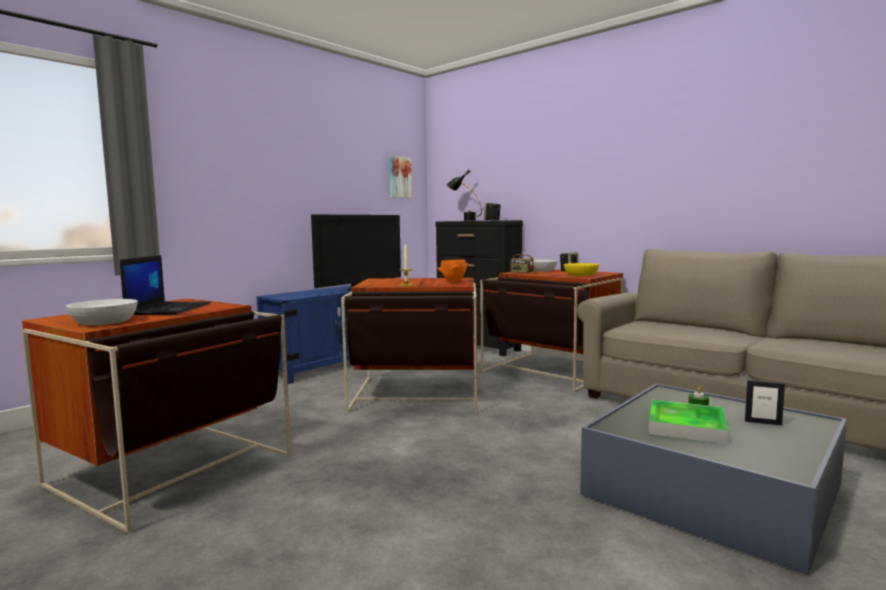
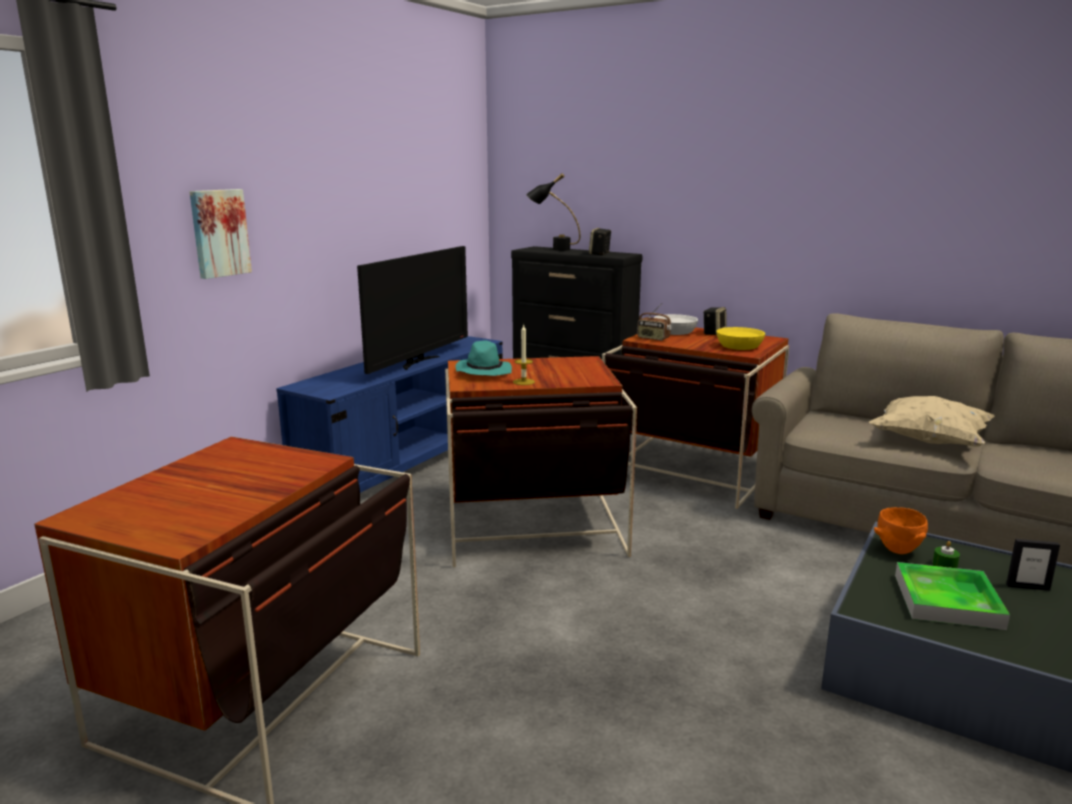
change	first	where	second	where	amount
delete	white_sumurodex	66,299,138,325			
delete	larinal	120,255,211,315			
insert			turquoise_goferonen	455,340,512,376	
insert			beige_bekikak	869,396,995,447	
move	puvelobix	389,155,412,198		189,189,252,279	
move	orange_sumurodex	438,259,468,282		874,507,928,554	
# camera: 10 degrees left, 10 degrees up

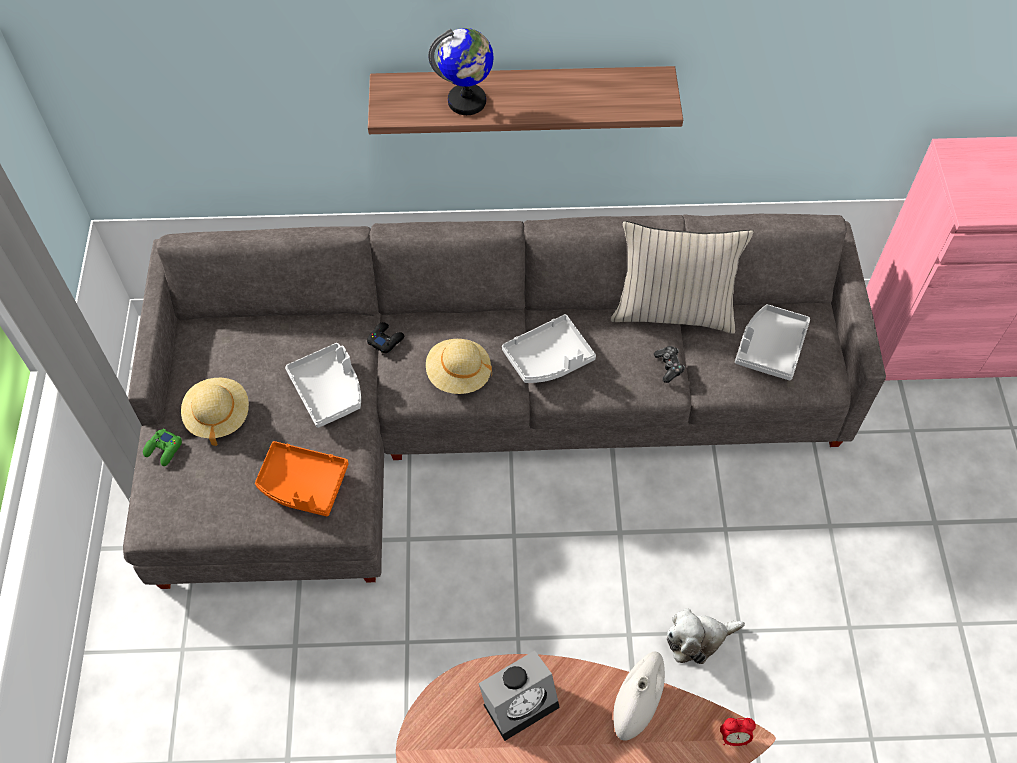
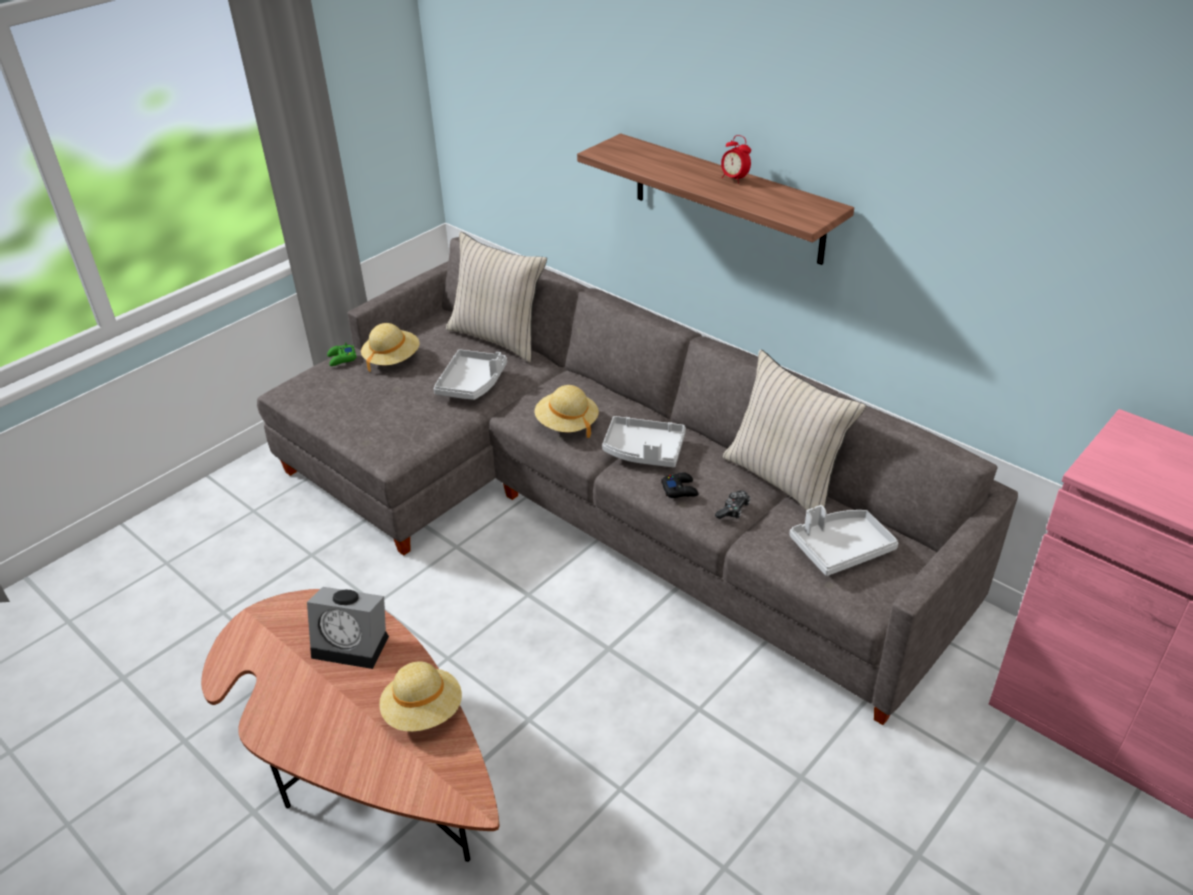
change	first	where	second	where	amount
delete	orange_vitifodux	255,441,349,516			
delete	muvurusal	428,28,494,115			
delete	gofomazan	667,609,745,664			
insert			beige_bekikak	446,232,547,362	
move	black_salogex	367,322,404,354		661,472,698,498	
move	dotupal	720,718,756,746		721,135,751,184	
replace	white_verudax	613,651,665,741	beige_goferonen	379,661,462,731	
# camera: 45 degrees right, 20 degrees down

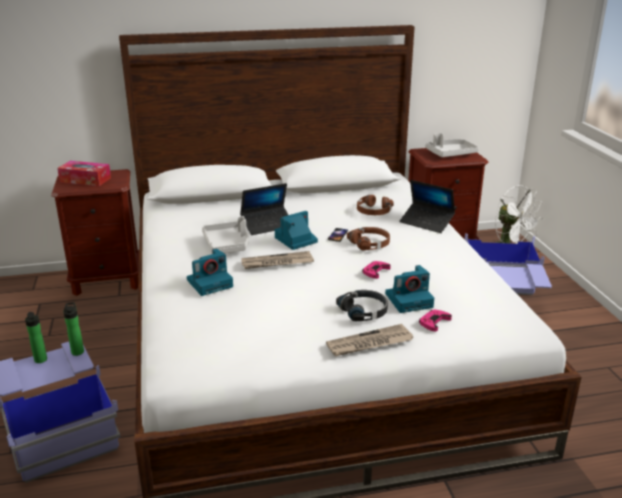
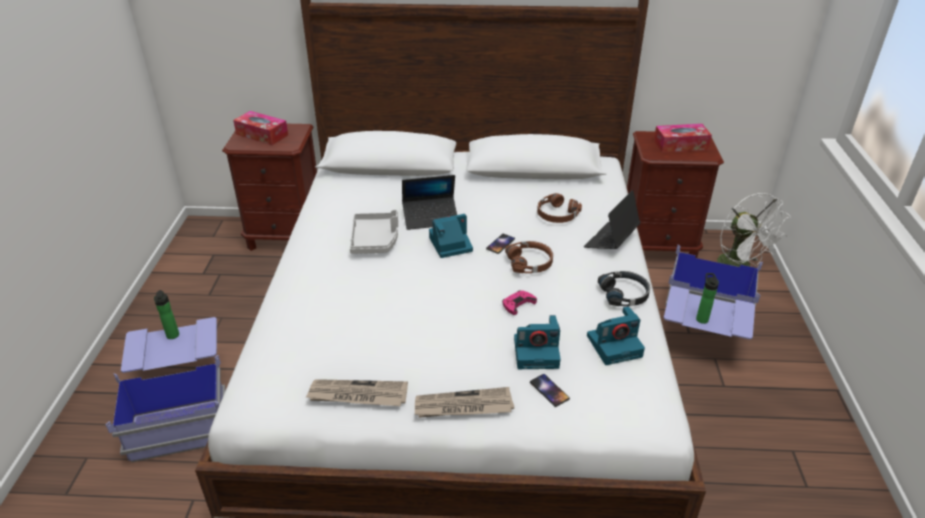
change	first	where	second	where	amount
move	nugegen	63,302,84,356		696,273,719,324	
move	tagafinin	187,248,233,296		587,306,645,365	
move	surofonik	241,251,314,269		306,379,408,406	
move	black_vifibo	336,290,388,321		598,271,650,306	
replace	pink_salogex	419,309,452,332	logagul	530,374,570,407	
replace	grey_vitifodux	425,133,479,157	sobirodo	654,124,712,152	
rotate	larinal	399,180,455,233		584,190,641,249	75 degrees clockwise
# camera: 15 degrees right, 10 degrees up

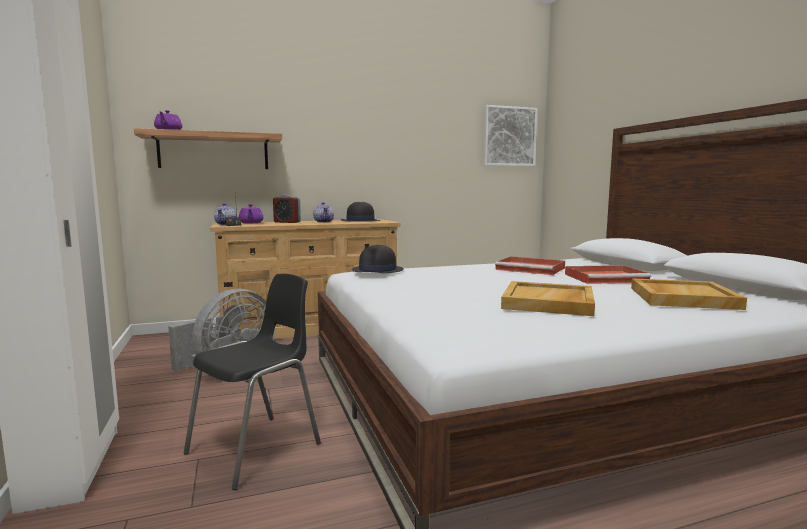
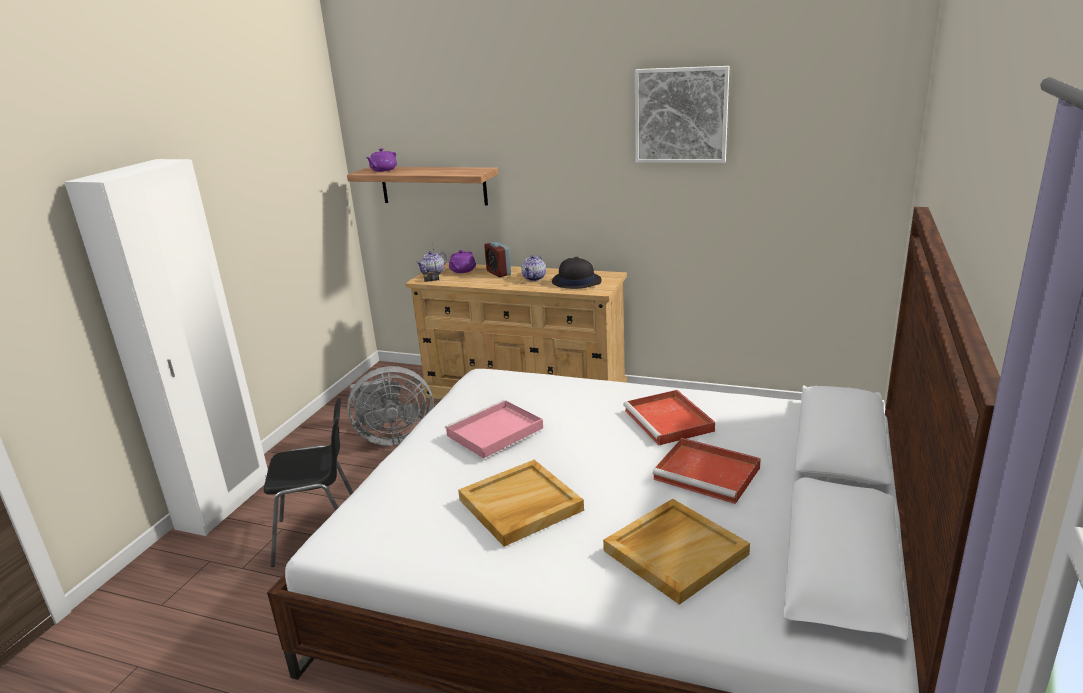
change	first	where	second	where	amount
delete	black_goferonen	352,245,404,273			
insert			pink_vitifodux	445,400,543,458	
move	puvelobix	483,105,538,166		635,66,729,163	
# camera: 40 degrees right, 15 degrees up

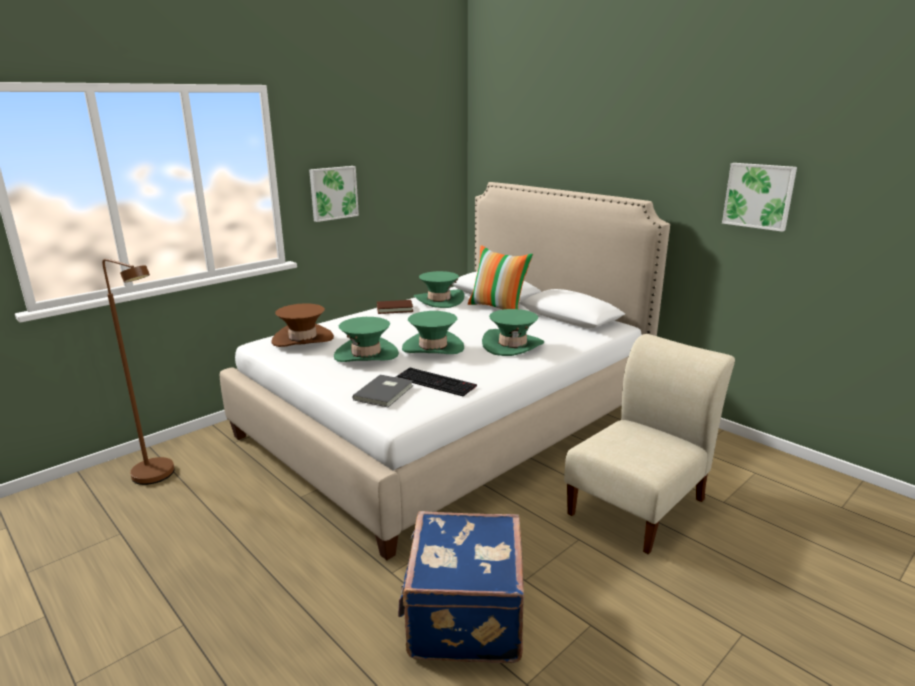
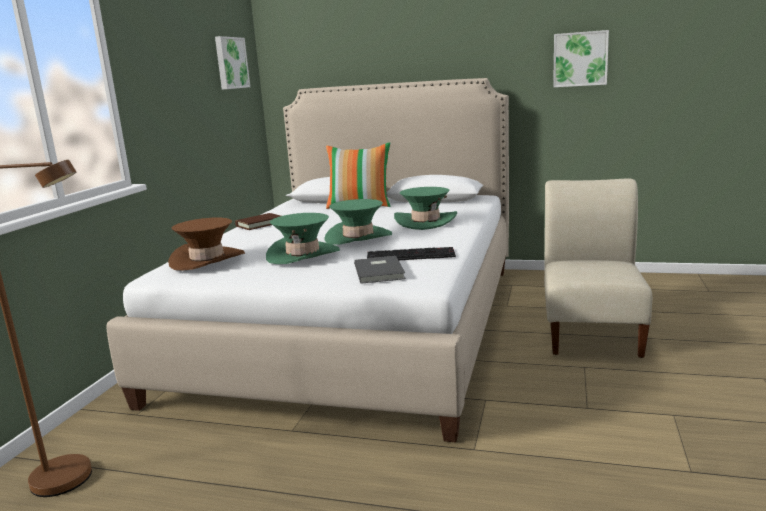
change	first	where	second	where	amount
delete	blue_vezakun	398,511,524,663			
delete	green_goferonen	414,271,464,308			
move	puvelobix	309,166,359,222		215,36,250,90	
# camera: 30 degrees left, 5 degrees down

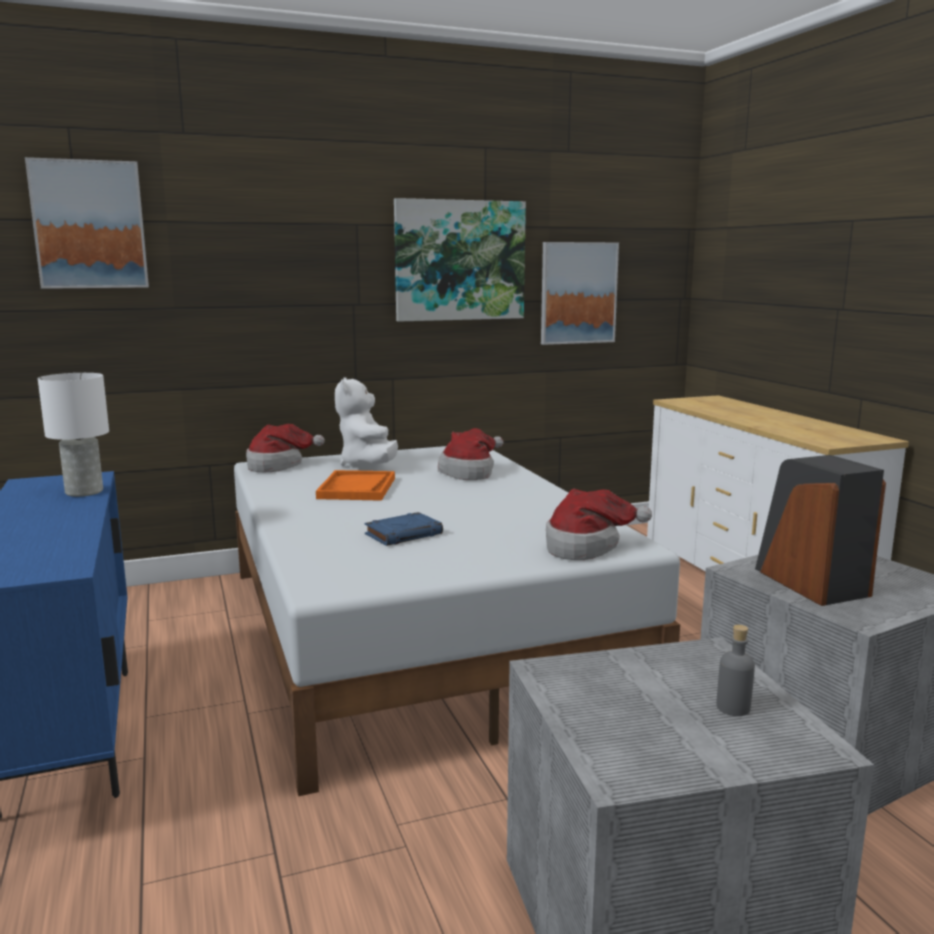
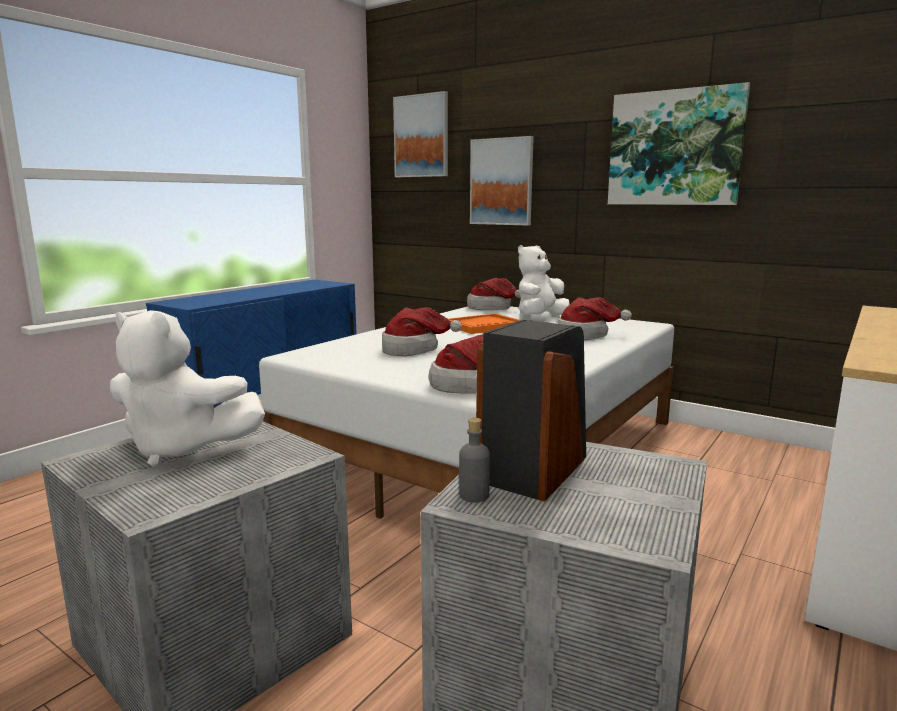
change	first	where	second	where	amount
delete	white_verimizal	38,373,109,497			
insert			white_gofomazan	110,310,265,468	
move	puvelobix	541,242,619,345		470,136,534,225	
move	grey_nugegen	716,625,755,716		459,418,490,502	
replace	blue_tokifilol	364,512,443,546	goferonen	382,307,462,356	
# camera: 55 degrees right, 0 degrees up

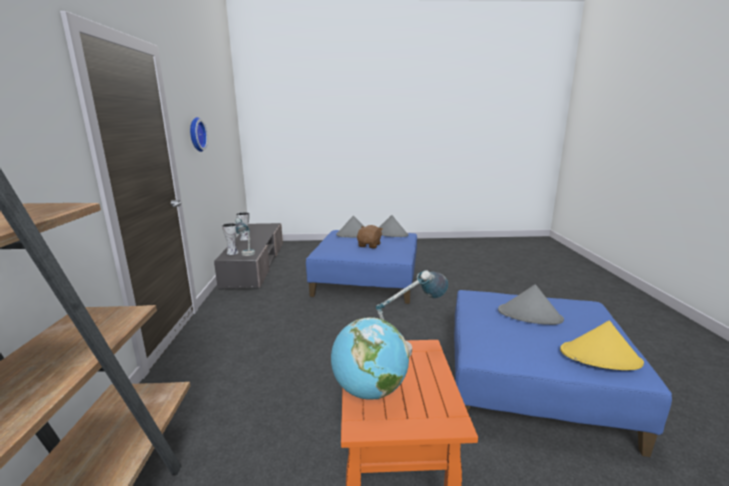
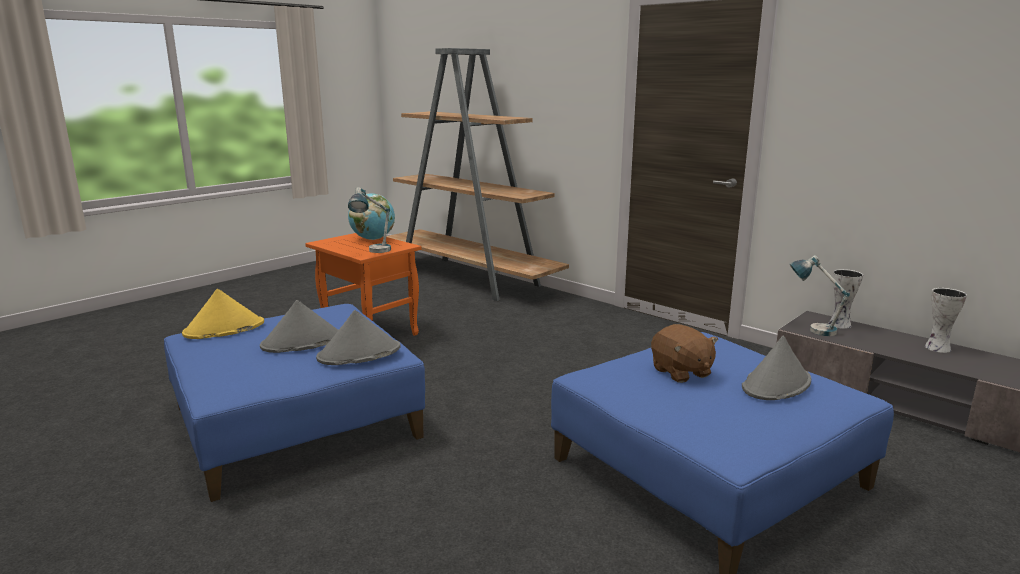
change	first	where	second	where	amount
delete	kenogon	190,117,208,152			
move	grey_goferonen	378,215,409,237		316,310,401,365	
# camera: 135 degrees right, 0 degrees up

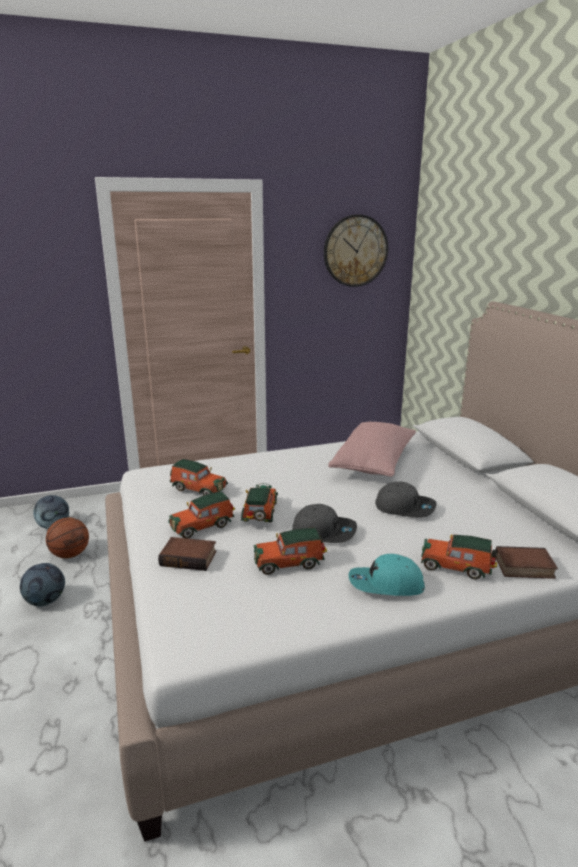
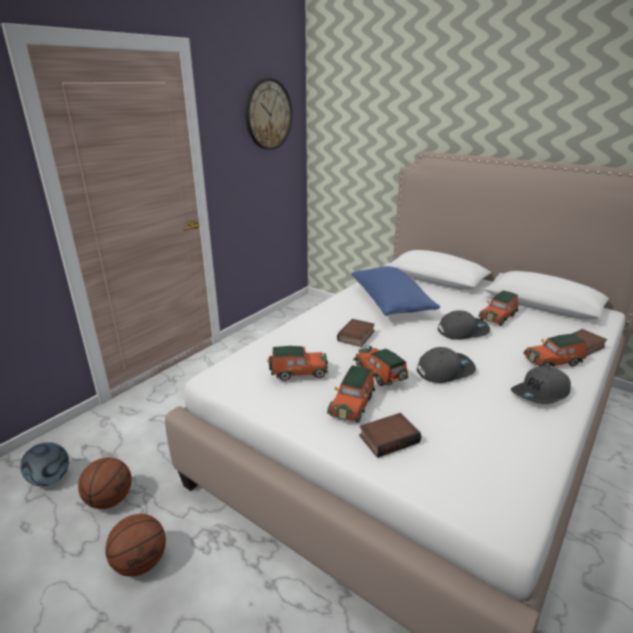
change	first	where	second	where	amount
insert			tokifilol	337,319,375,347	
move	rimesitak	254,527,327,575		478,291,518,326	
replace	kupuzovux	20,563,65,607	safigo	105,514,166,577	
recolor	pink_bekikak	328,422,416,477	blue_bekikak	351,266,440,316	
recolor	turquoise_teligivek	349,554,425,596	grey_teligivek	511,366,571,404	
# camera: 35 degrees left, 5 degrees up

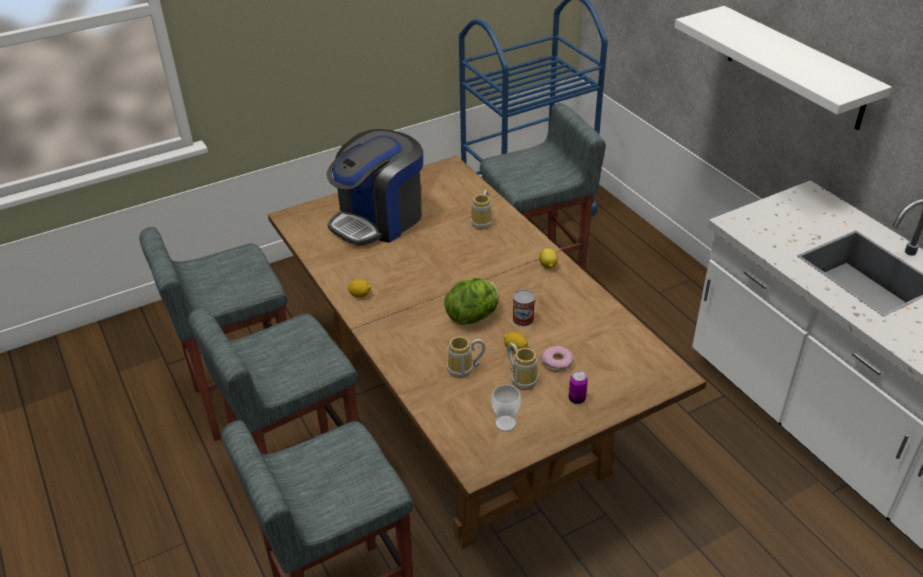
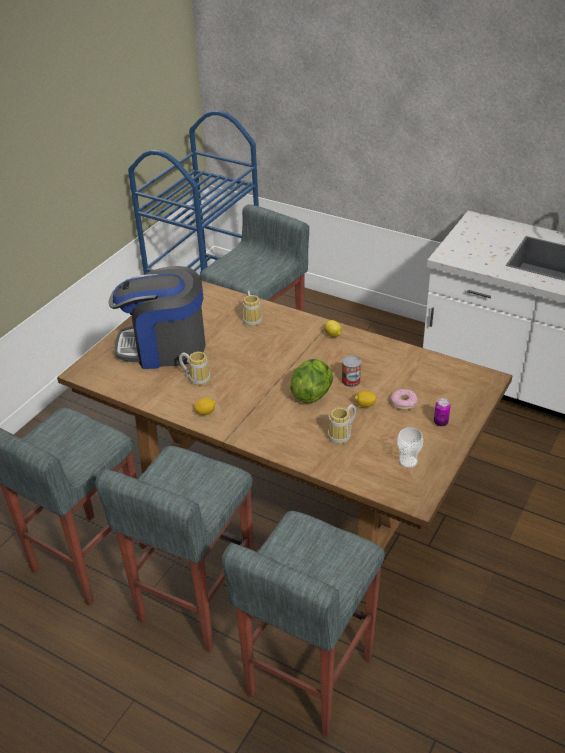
change	first	where	second	where	amount
delete	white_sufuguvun	675,6,892,130			
move	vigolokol	507,343,538,390		179,352,211,386	
rotate	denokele	326,129,423,246		109,266,206,369	75 degrees clockwise
# camera: 30 degrees left, 0 degrees up

